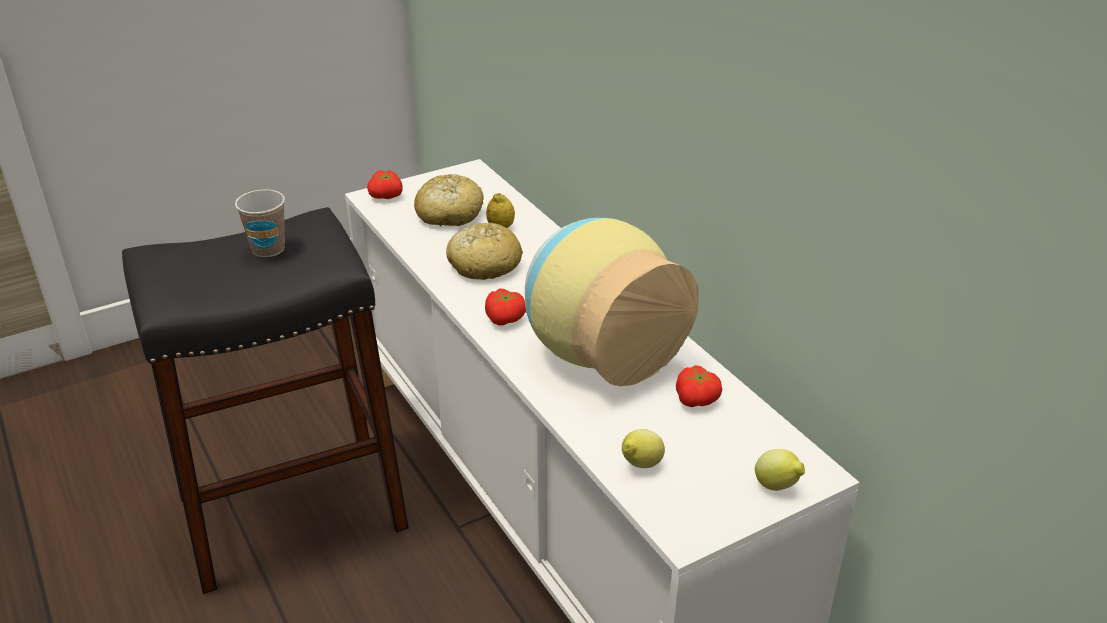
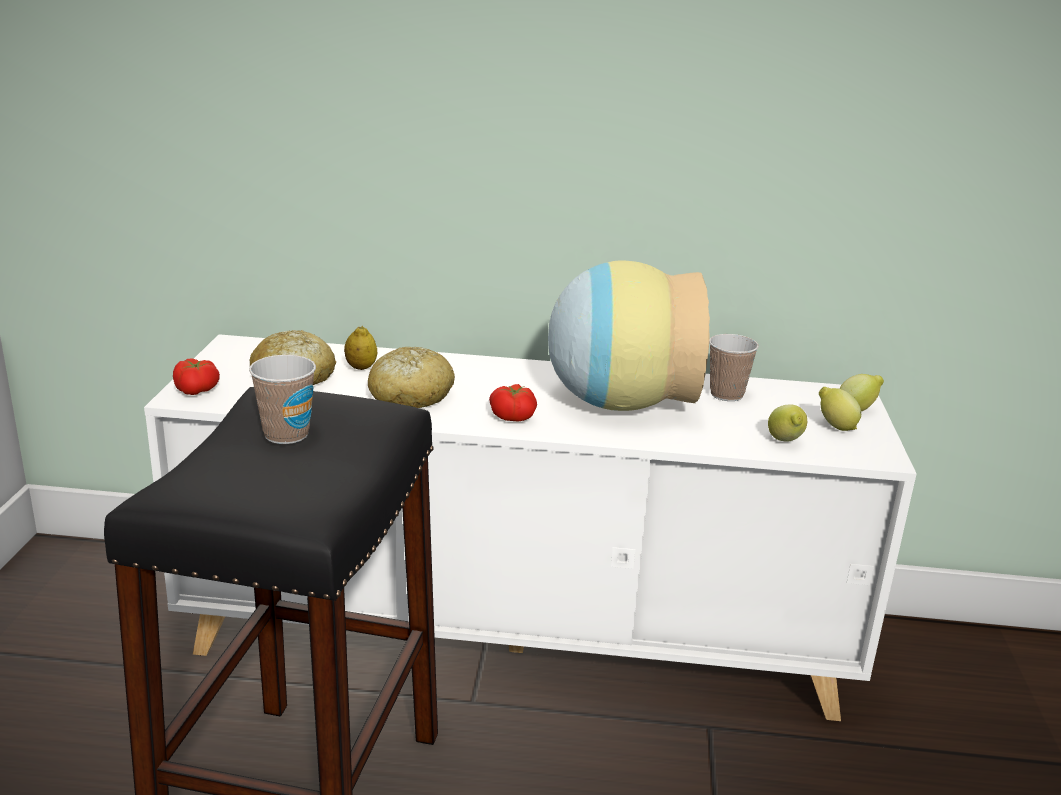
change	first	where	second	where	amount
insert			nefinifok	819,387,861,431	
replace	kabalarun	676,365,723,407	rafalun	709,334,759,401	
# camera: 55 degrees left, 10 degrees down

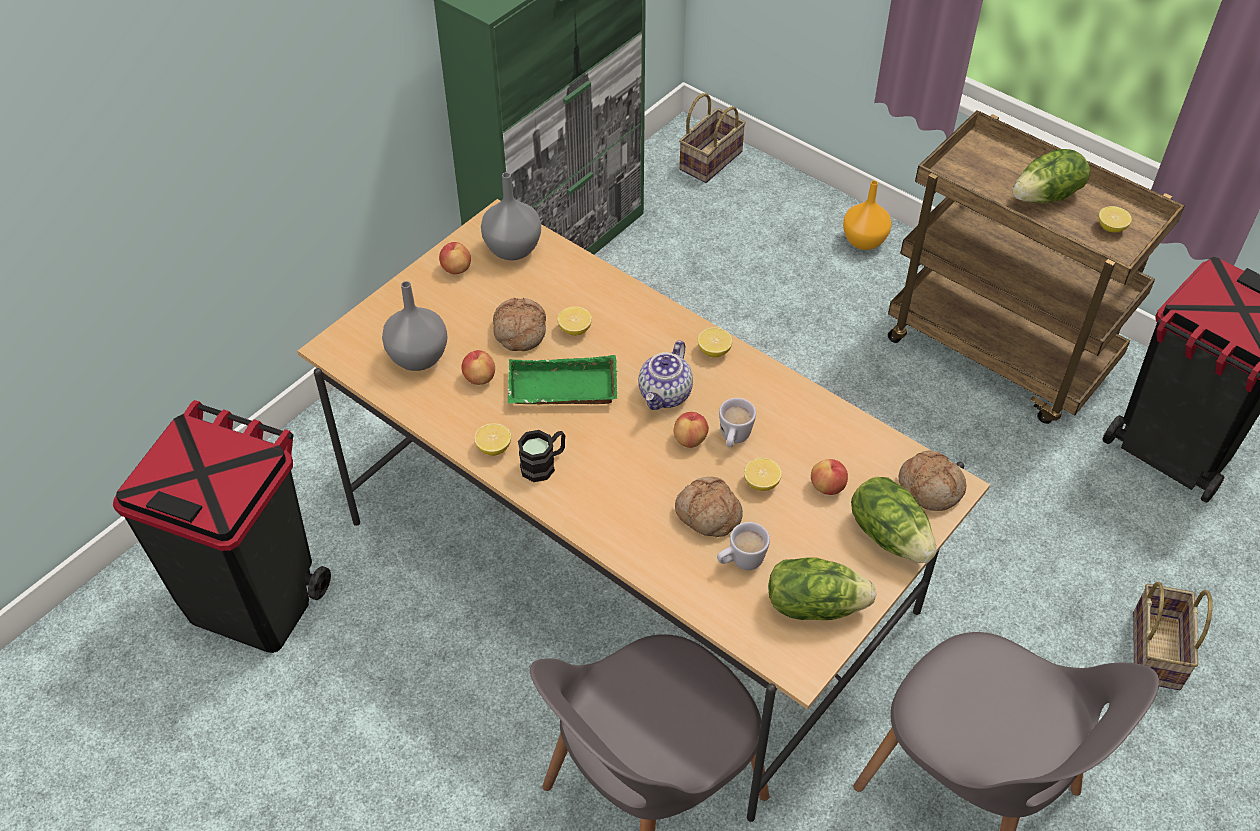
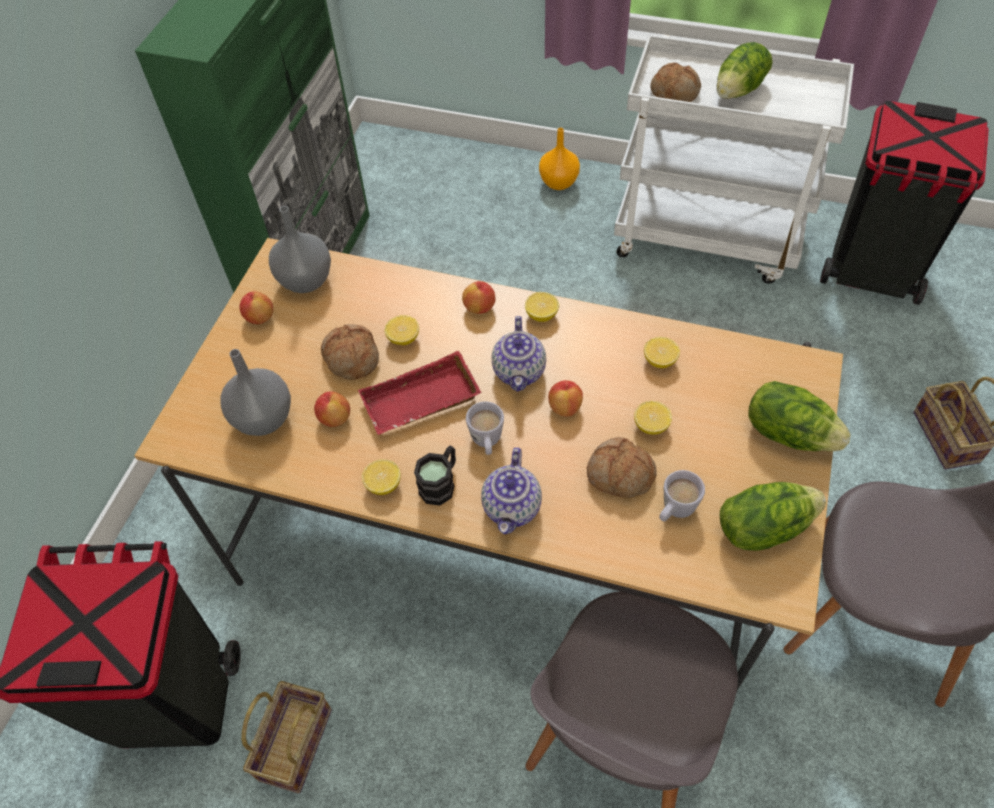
change	first	where	second	where	amount
insert			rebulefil	481,447,542,534	
move	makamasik	679,93,746,183		241,681,332,794	
move	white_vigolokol	719,398,756,447		466,401,504,455	
move	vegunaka	811,459,848,495		462,281,495,314	
move	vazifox	899,451,966,511		650,63,701,102	
move	nefinifok	1099,206,1132,233		644,337,680,368	
recolor	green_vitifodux	507,355,618,405	red_vitifodux	358,351,482,435	
recolor	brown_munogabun	888,110,1185,424	white_munogabun	614,35,854,284	
# camera: 20 degrees left, 5 degrees up

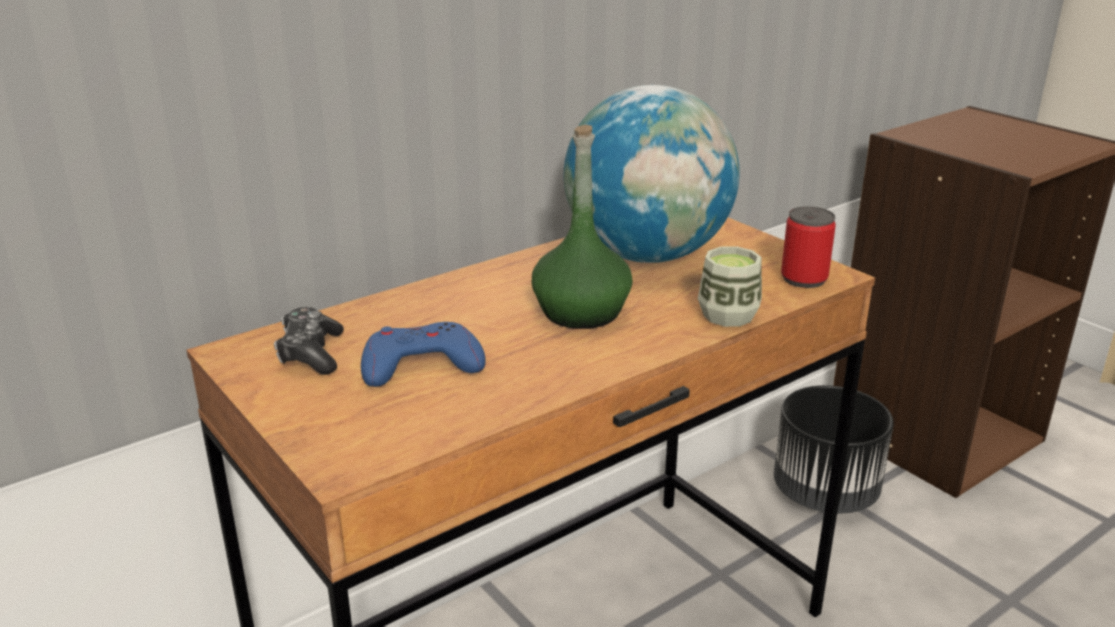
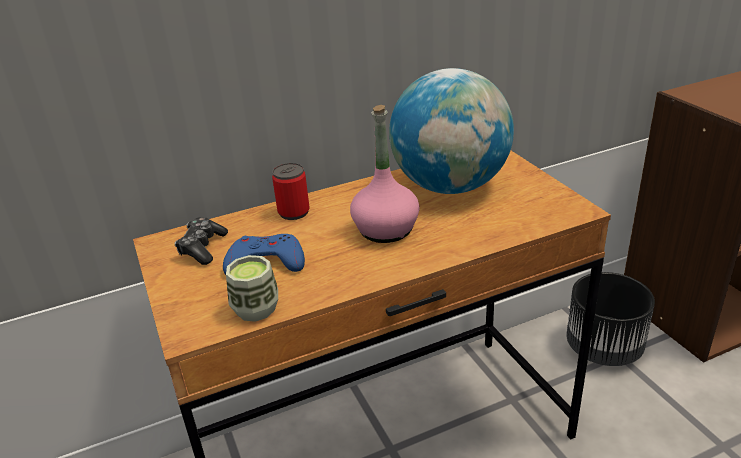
change	first	where	second	where	amount
move	rafalun	698,246,762,327		226,255,278,322	
move	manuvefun	781,206,836,288		272,163,310,220	
recolor	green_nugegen	532,125,633,329	pink_nugegen	350,105,420,243	
# camera: 15 degrees right, 5 degrees up

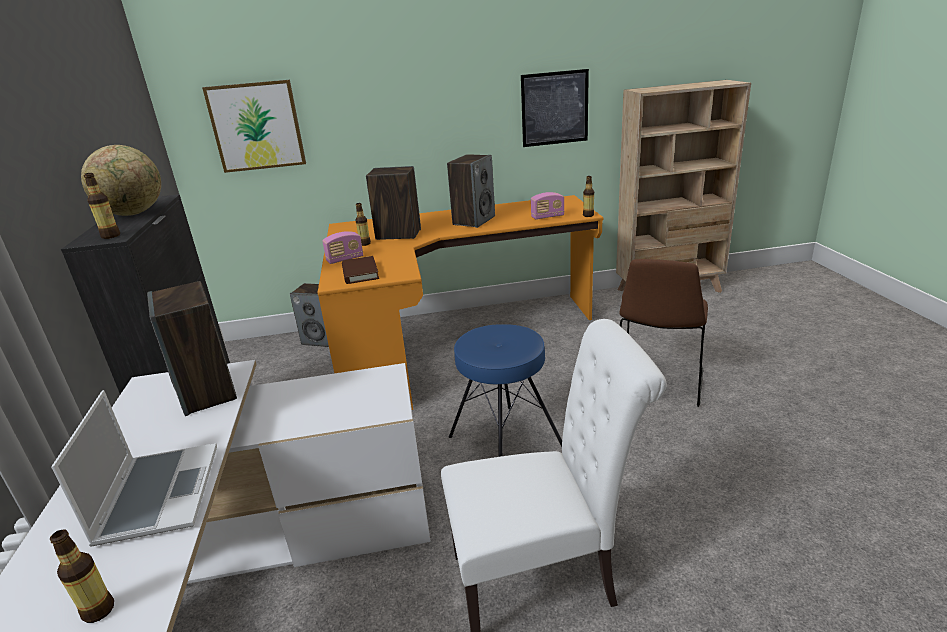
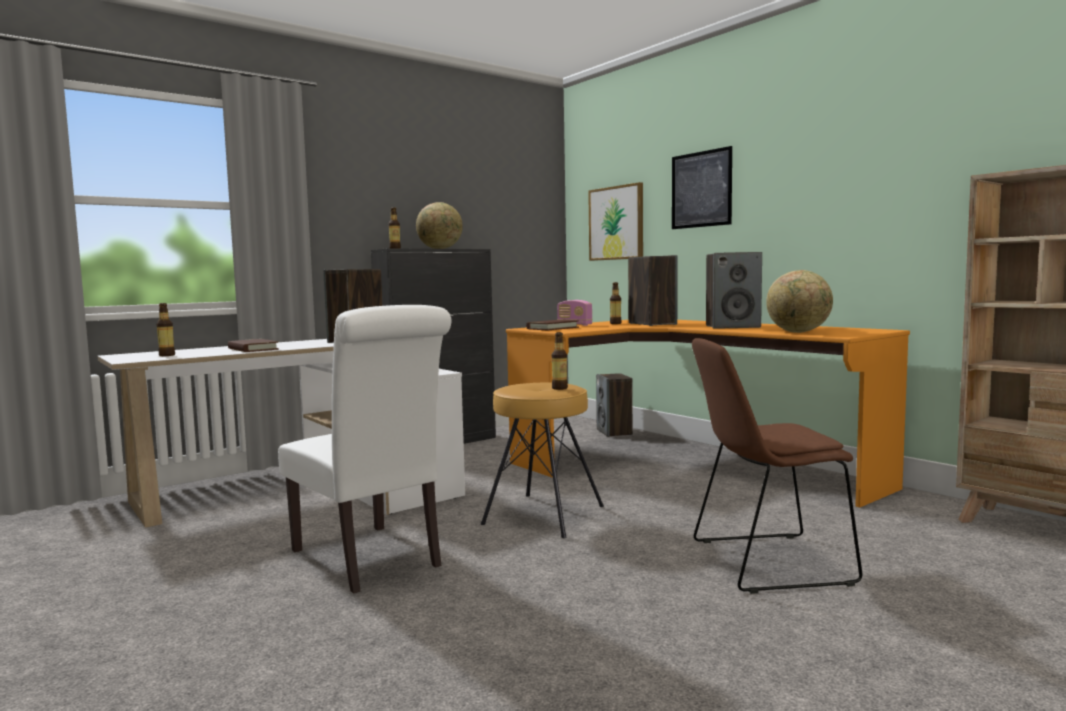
change	first	where	second	where	amount
move	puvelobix	521,69,589,147		672,146,732,229	
move	nugegen	583,176,594,217		552,332,568,390	
replace	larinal	51,390,217,547	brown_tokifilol	228,339,279,352	
replace	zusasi	531,192,564,220	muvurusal	766,270,833,333	
recolor	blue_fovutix	449,324,562,457	brown_fovutix	481,383,604,538	
# camera: 60 degrees right, 20 degrees down

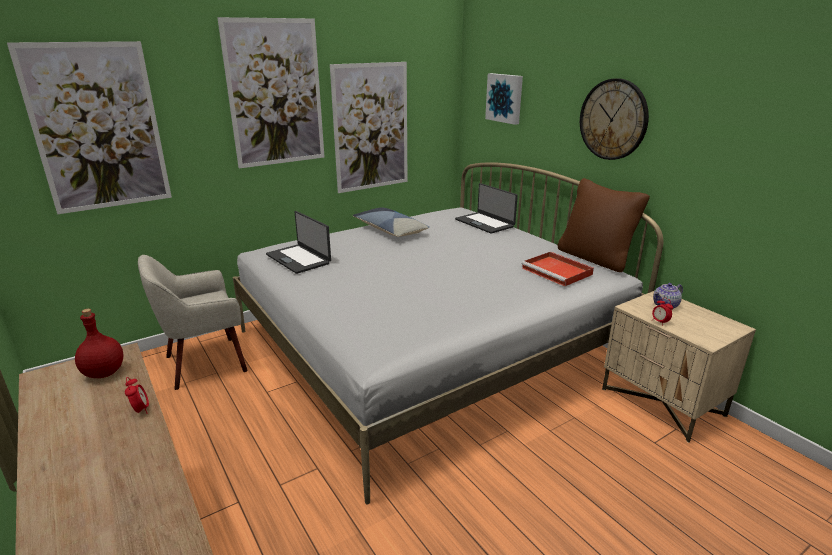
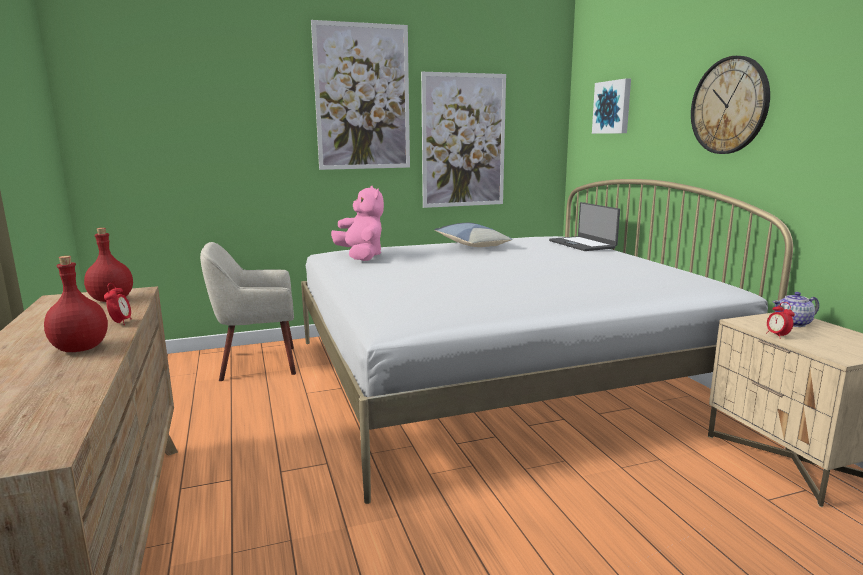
change	first	where	second	where	amount
delete	puvelobix	7,41,172,214			
delete	red_vitifodux	522,252,594,286			
delete	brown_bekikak	558,178,650,272			
insert			red_nugegen	44,256,108,352	
replace	larinal	266,211,331,274	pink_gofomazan	331,186,384,261	
# camera: 15 degrees right, 10 degrees down

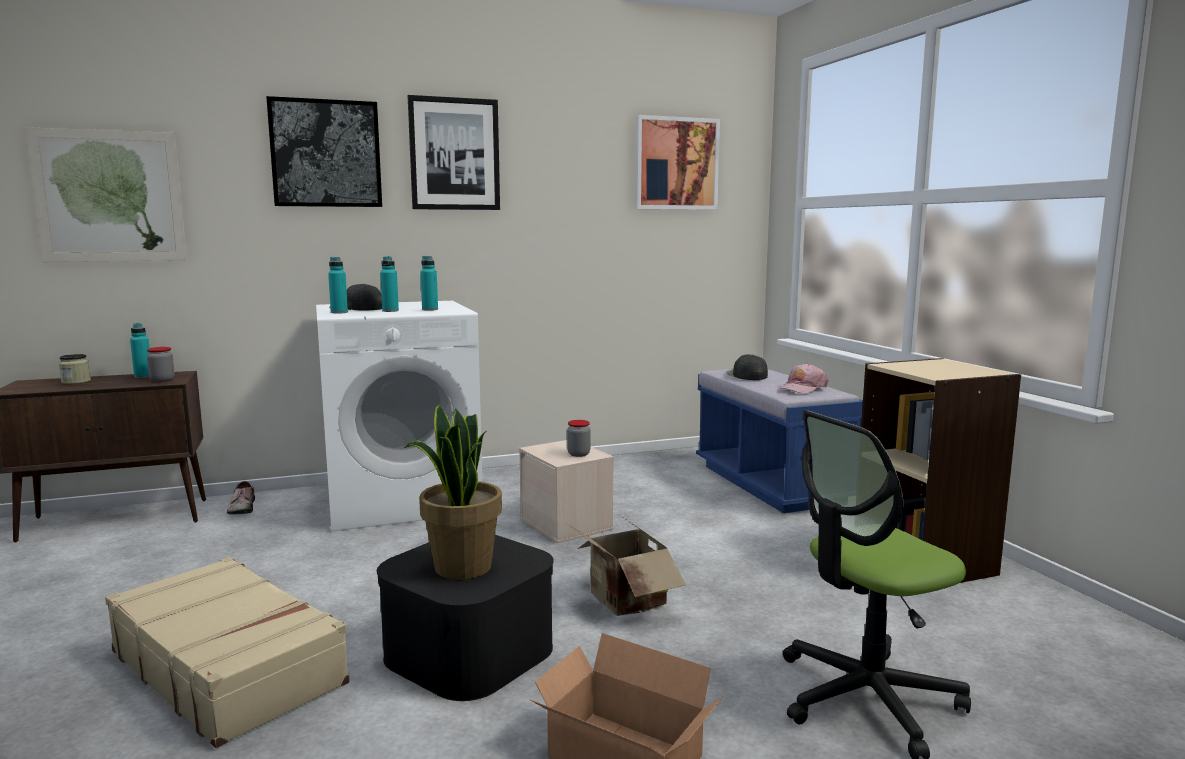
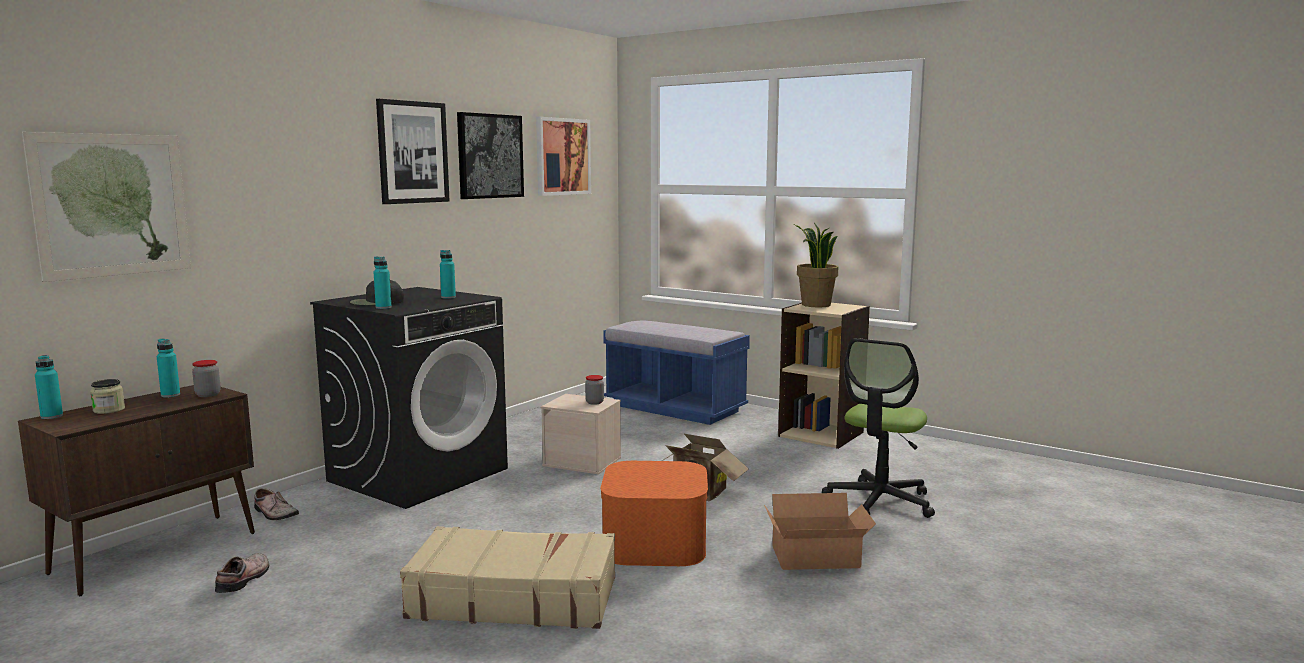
change	first	where	second	where	amount
delete	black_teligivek	726,354,768,380			
delete	pink_teligivek	779,363,828,394			
insert			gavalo	215,553,269,593	
move	puvelobix	266,96,382,207		457,112,524,199	
move	turquoise_nugegen	380,256,399,312		35,355,63,419	
move	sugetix	404,405,502,580		794,223,839,307	
recolor	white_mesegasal	316,301,483,532	black_mesegasal	310,287,508,509	
recolor	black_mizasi	377,535,554,701	orange_mizasi	601,461,708,566	
# camera: 35 degrees left, 0 degrees up

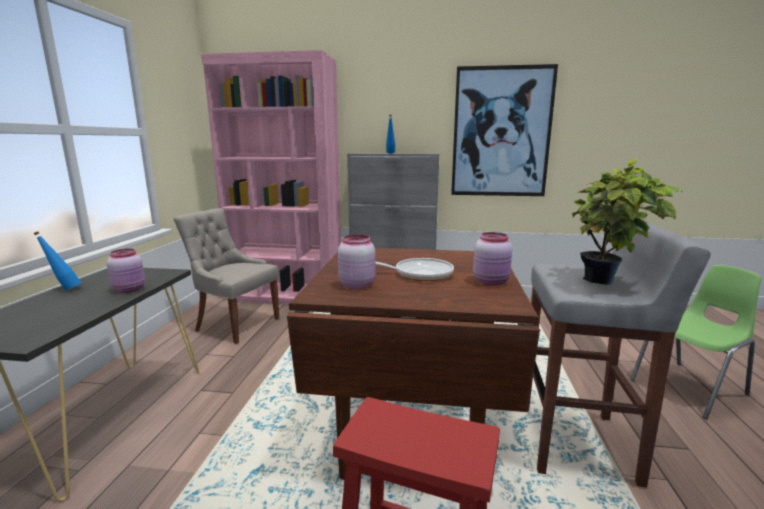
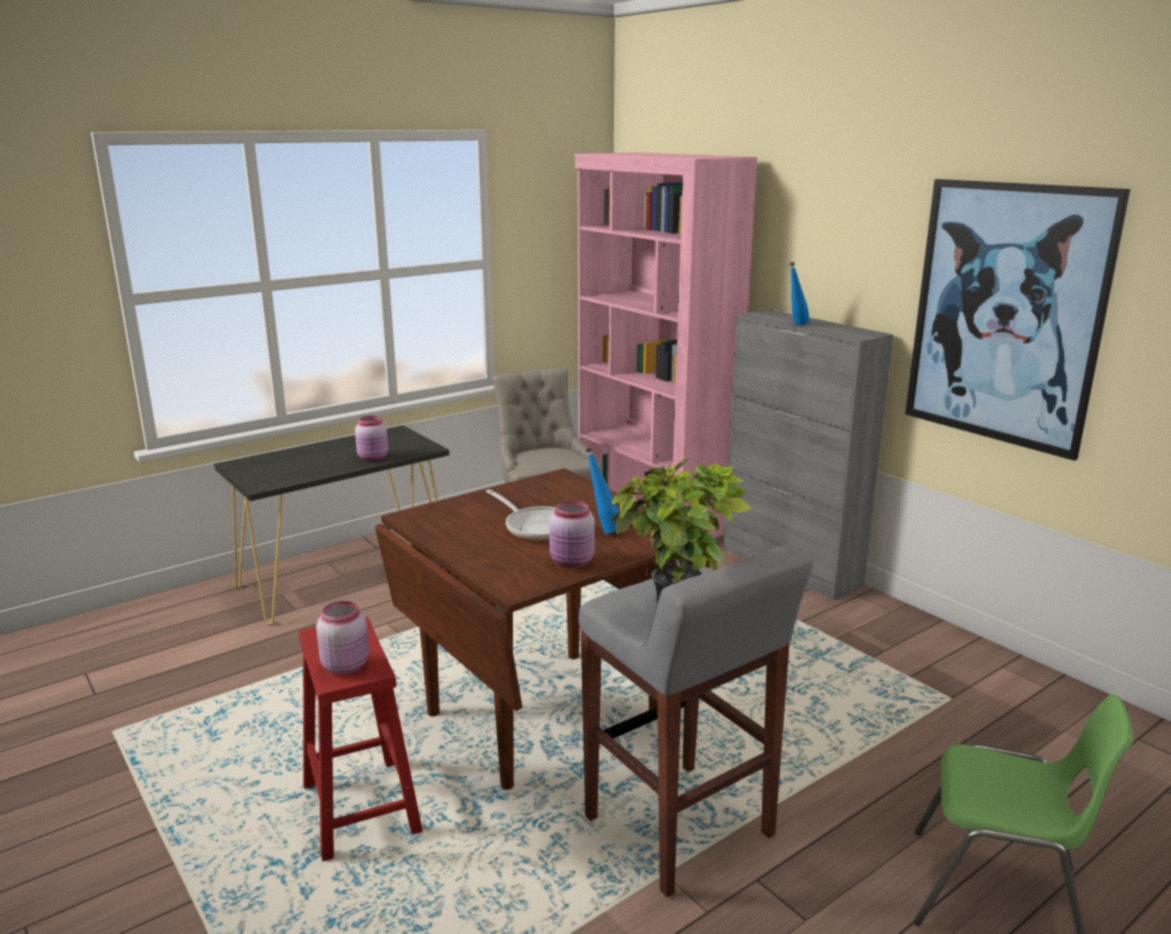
change	first	where	second	where	amount
move	blue_nugegen	33,231,81,291		585,447,620,534	
move	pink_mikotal	338,234,376,289		316,601,369,675	
# camera: 45 degrees right, 5 degrees up

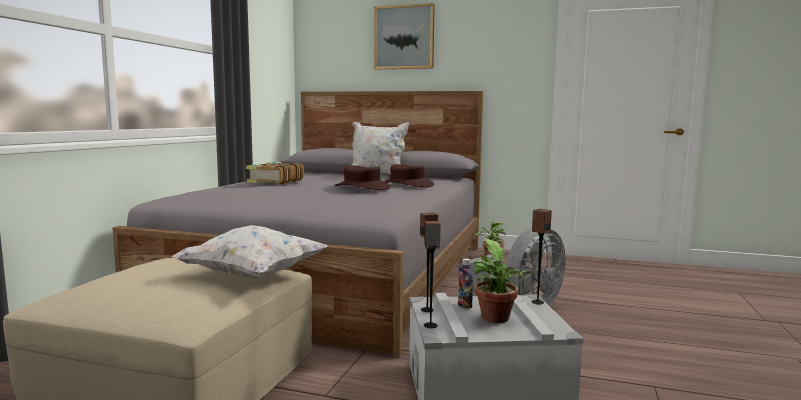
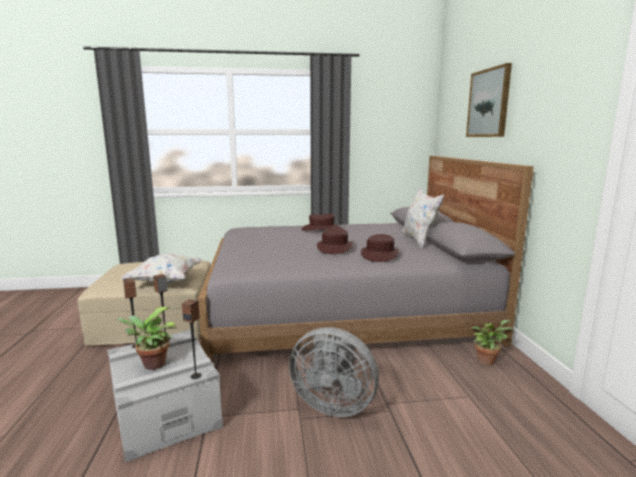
change	first	where	second	where	amount
delete	nugegen	458,258,473,308			
replace	tokifilol	246,162,304,184	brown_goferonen	302,214,342,231	
# camera: 65 degrees right, 5 degrees up

